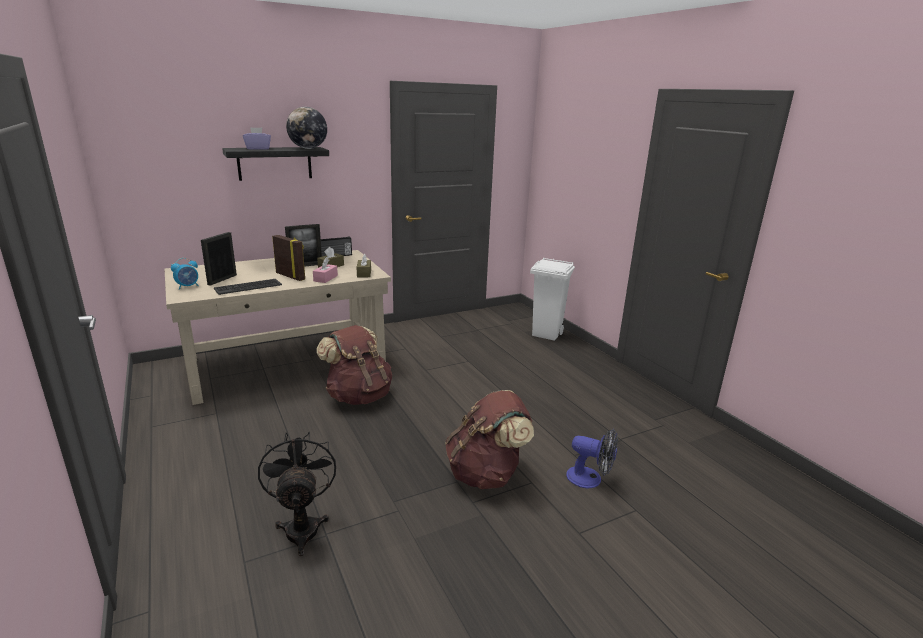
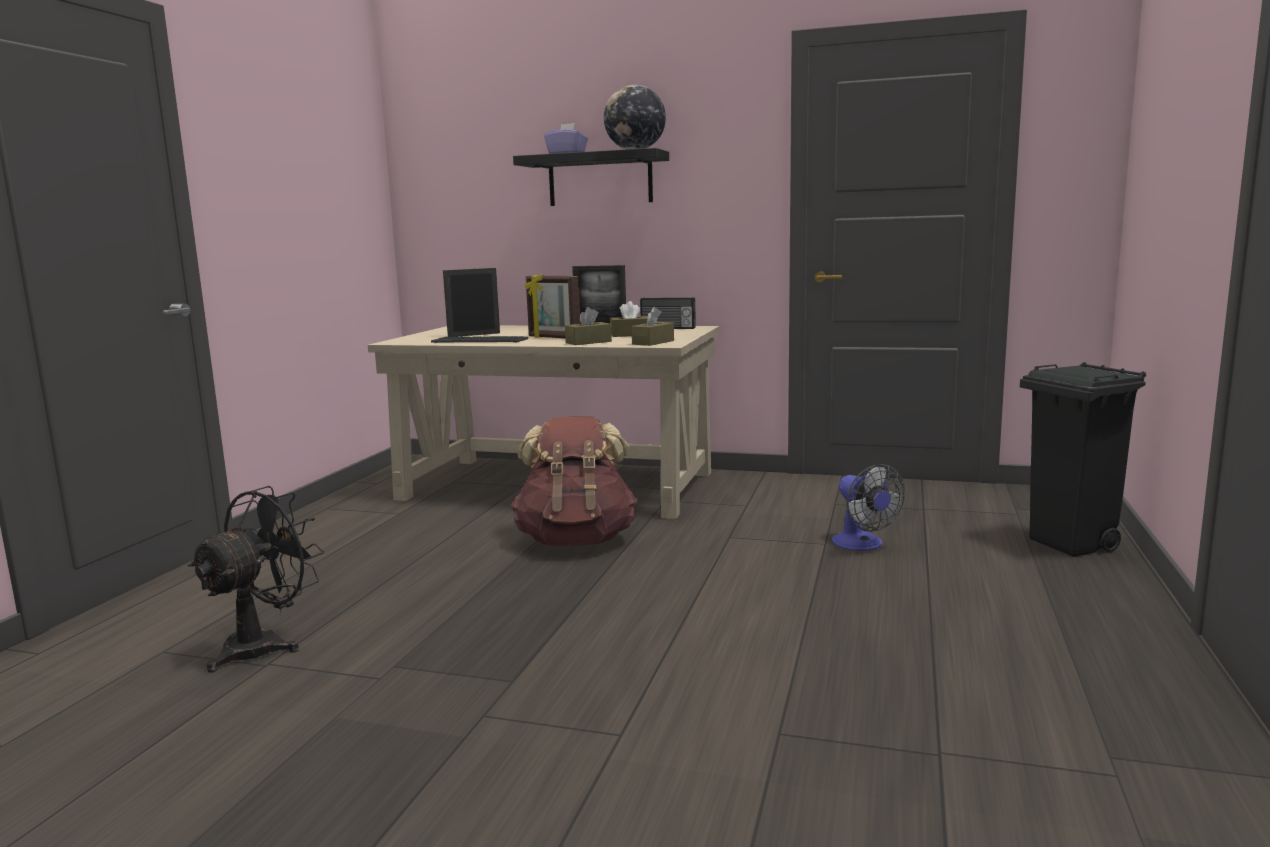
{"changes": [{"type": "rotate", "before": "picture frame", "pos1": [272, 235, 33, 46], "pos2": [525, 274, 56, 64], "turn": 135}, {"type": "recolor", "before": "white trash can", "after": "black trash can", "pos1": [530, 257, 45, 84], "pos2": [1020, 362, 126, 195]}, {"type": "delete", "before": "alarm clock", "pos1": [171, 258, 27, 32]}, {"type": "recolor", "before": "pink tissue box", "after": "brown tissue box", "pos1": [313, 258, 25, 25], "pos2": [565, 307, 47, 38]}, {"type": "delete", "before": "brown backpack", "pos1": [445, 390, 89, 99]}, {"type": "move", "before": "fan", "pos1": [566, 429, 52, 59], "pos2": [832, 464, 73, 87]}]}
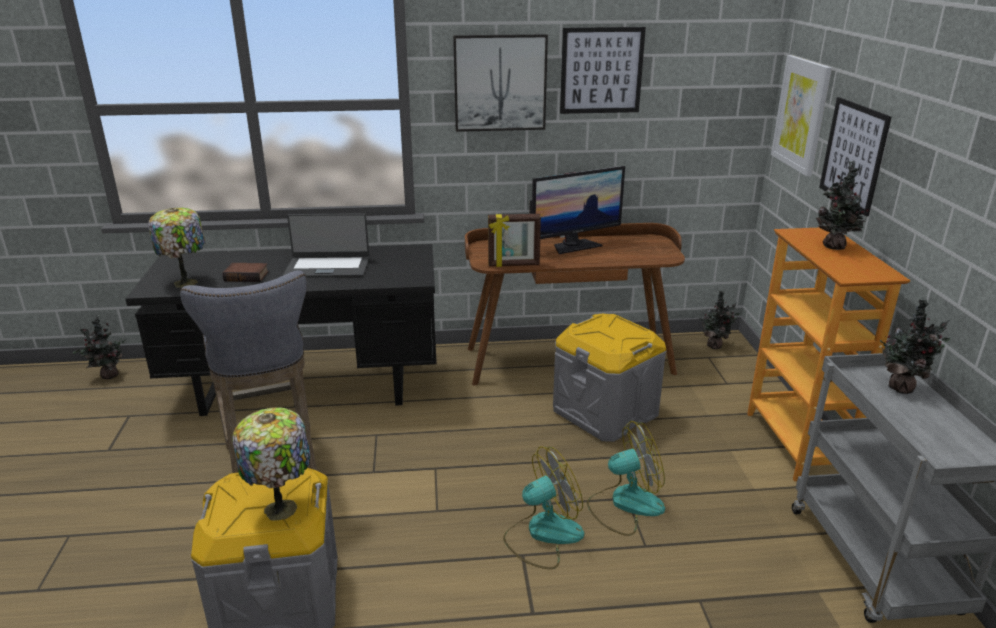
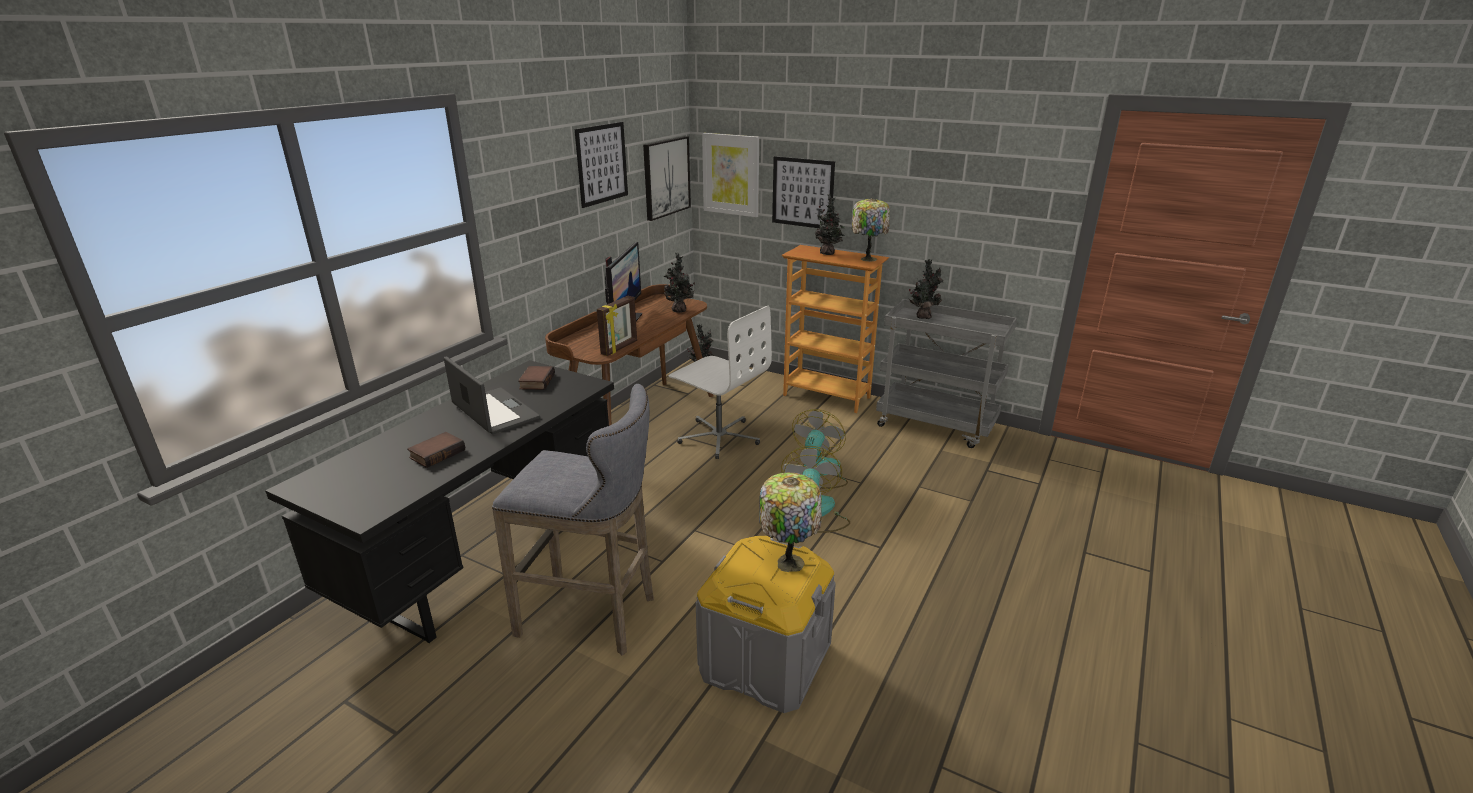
{"changes": [{"type": "move", "before": "picture", "pos1": [453, 34, 95, 98], "pos2": [643, 136, 48, 85]}, {"type": "move", "before": "table lamp", "pos1": [148, 208, 58, 80], "pos2": [851, 198, 39, 63]}, {"type": "rotate", "before": "laptop", "pos1": [283, 213, 86, 65], "pos2": [444, 356, 96, 78], "turn": -75}, {"type": "replace", "before": "grey storage box", "after": "white office chair", "pos1": [553, 314, 113, 128], "pos2": [669, 305, 103, 154]}, {"type": "move", "before": "potted plant", "pos1": [73, 315, 53, 64], "pos2": [664, 252, 31, 61]}, {"type": "insert", "after": "book", "pos2": [518, 366, 37, 24]}]}
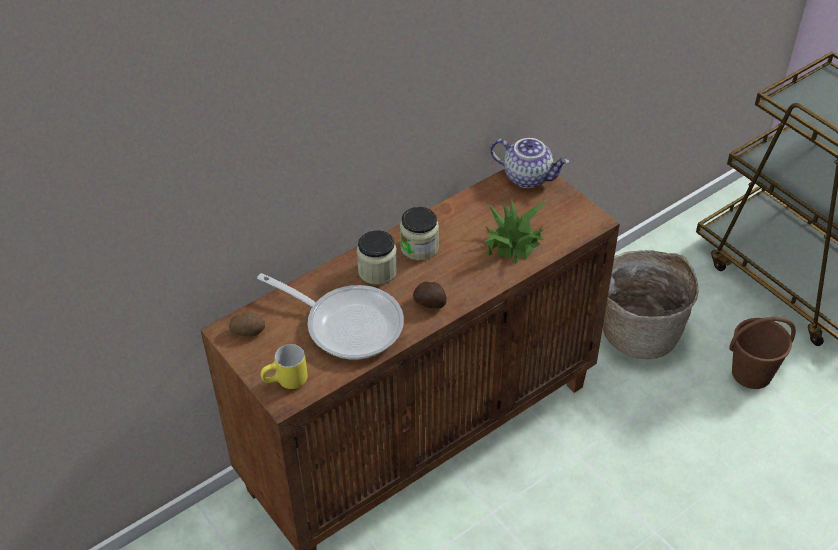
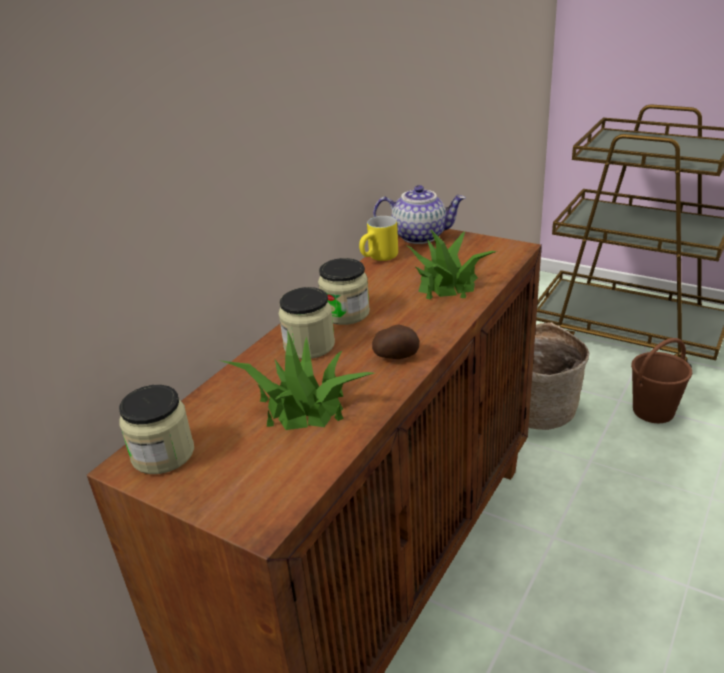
{"changes": [{"type": "replace", "before": "frying pan", "after": "potted plant", "pos1": [257, 273, 147, 87], "pos2": [219, 330, 155, 100]}, {"type": "replace", "before": "potato", "after": "jar", "pos1": [229, 312, 36, 24], "pos2": [119, 385, 75, 89]}, {"type": "move", "before": "yellow mug", "pos1": [261, 344, 46, 45], "pos2": [359, 216, 39, 45]}]}
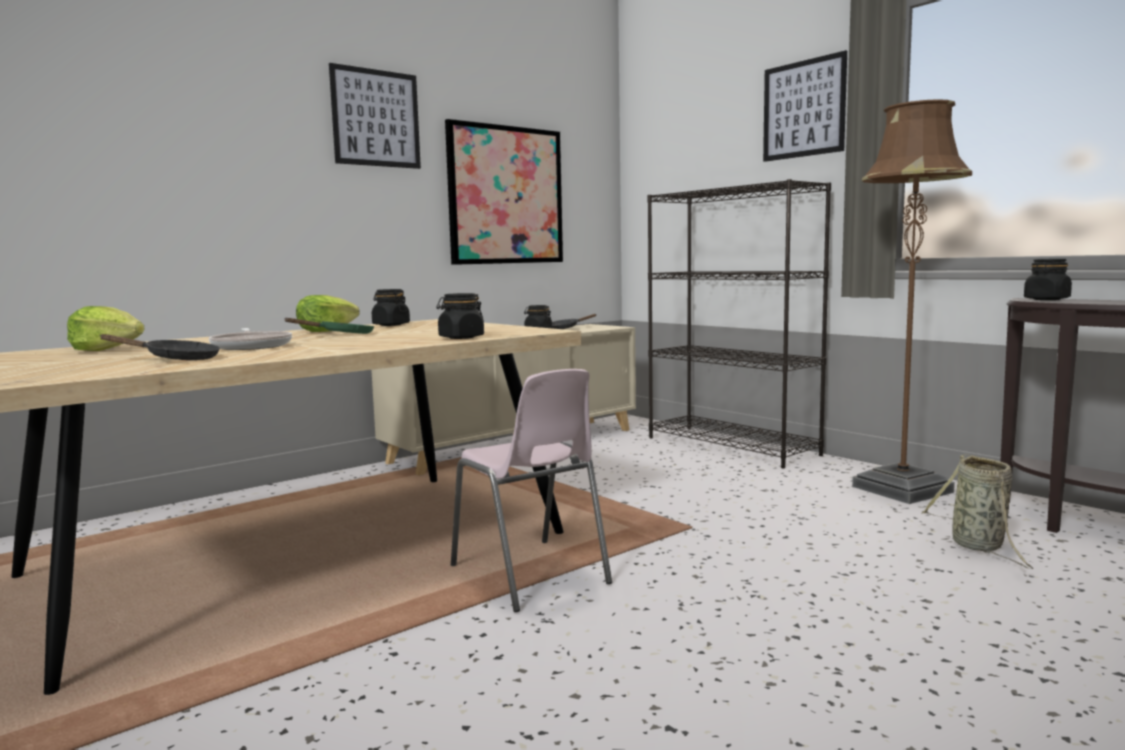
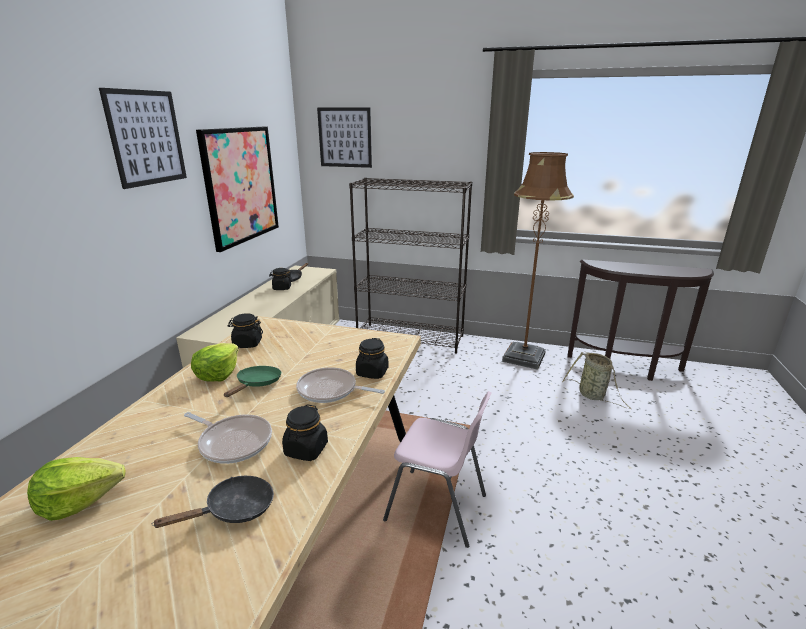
{"changes": [{"type": "move", "before": "picture", "pos1": [763, 50, 84, 112], "pos2": [317, 107, 55, 61]}, {"type": "move", "before": "black jar", "pos1": [1024, 259, 48, 41], "pos2": [282, 404, 46, 57]}, {"type": "insert", "after": "frying pan", "pos2": [296, 367, 89, 36]}]}
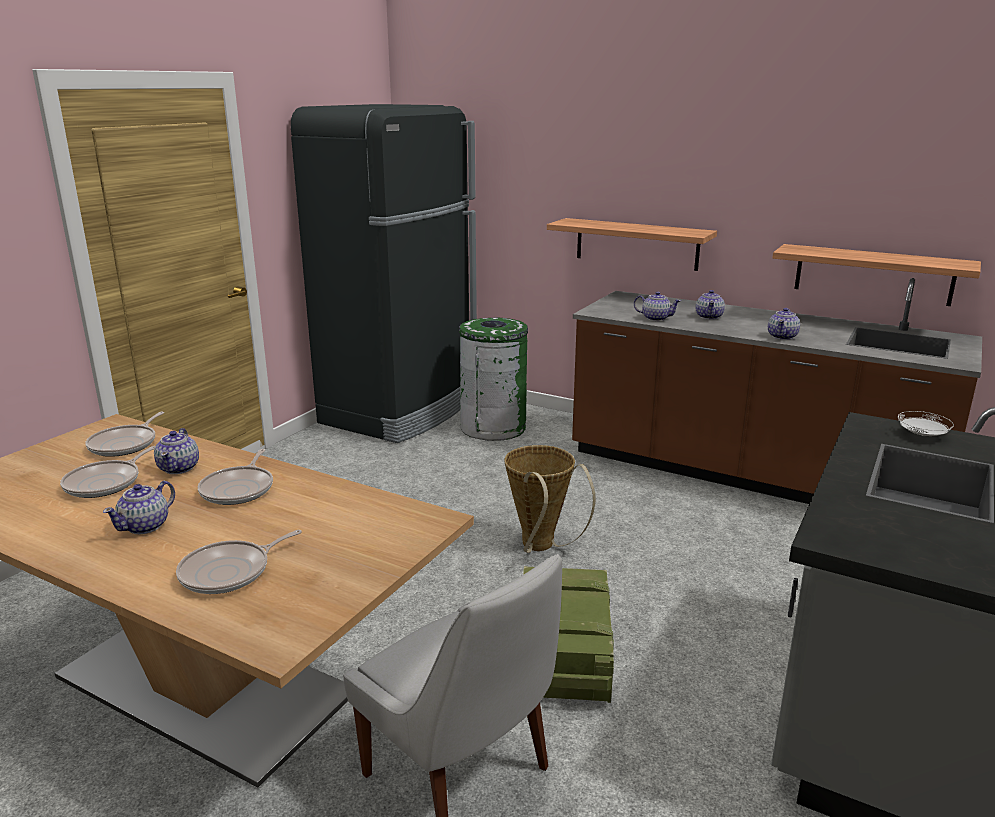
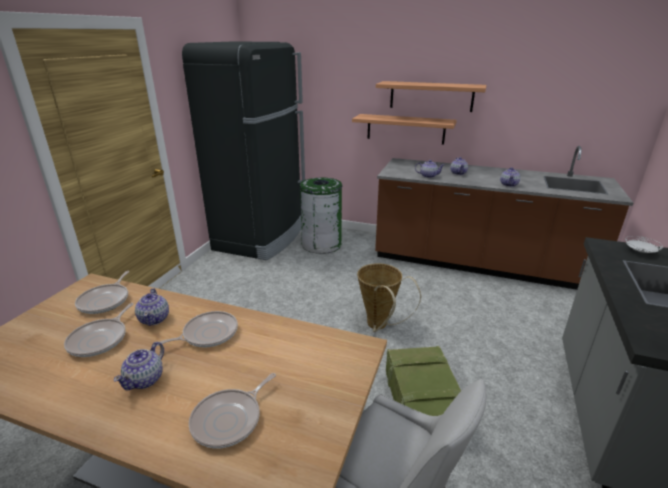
{"changes": [{"type": "move", "before": "shelf", "pos1": [772, 244, 209, 62], "pos2": [376, 81, 111, 31]}, {"type": "rotate", "before": "frying pan", "pos1": [198, 449, 75, 56], "pos2": [156, 311, 82, 37], "turn": -120}]}
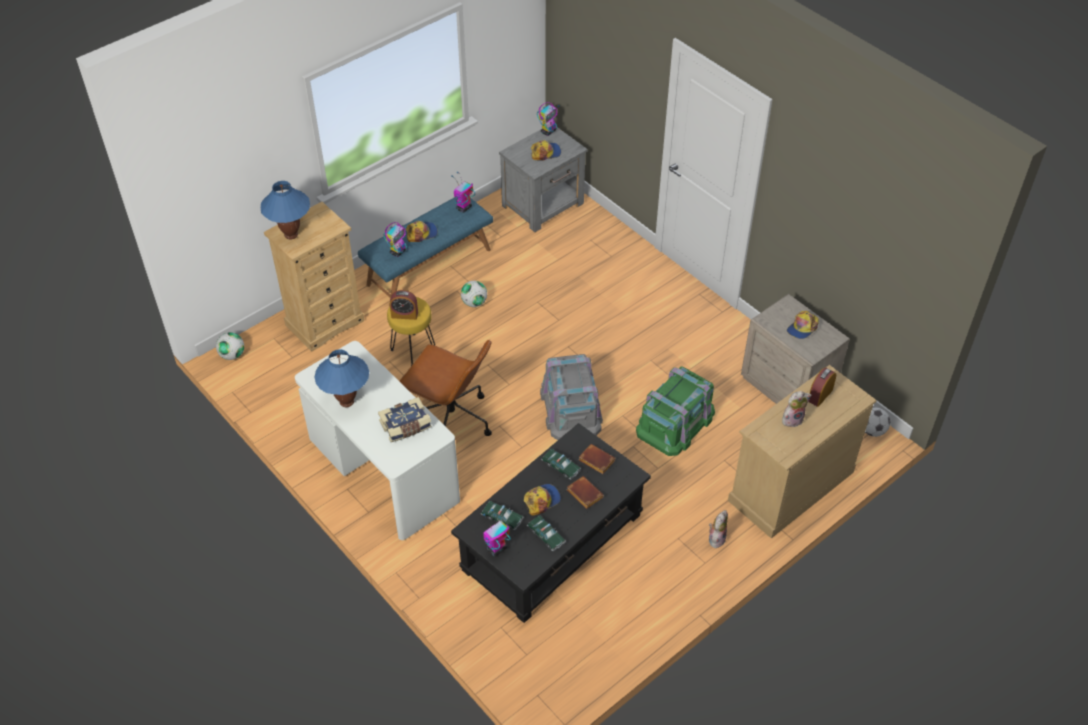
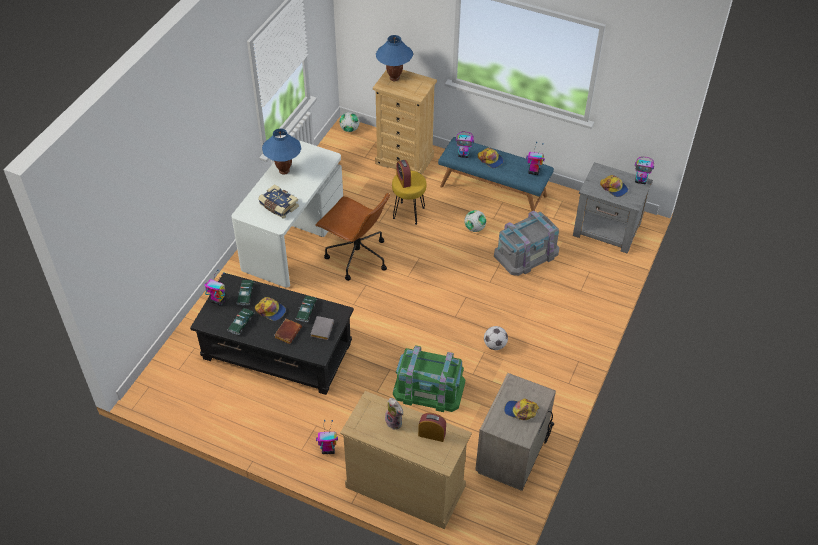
{"changes": [{"type": "rotate", "before": "brown office chair", "pos1": [399, 340, 93, 96], "pos2": [315, 193, 75, 88], "turn": -60}, {"type": "move", "before": "grey storage box", "pos1": [540, 354, 63, 86], "pos2": [494, 210, 65, 66]}, {"type": "move", "before": "football", "pos1": [865, 407, 25, 30], "pos2": [484, 326, 24, 24]}, {"type": "recolor", "before": "brown book", "after": "grey book", "pos1": [579, 444, 37, 30], "pos2": [310, 316, 24, 24]}, {"type": "replace", "before": "plush toy", "after": "toy robot", "pos1": [708, 510, 20, 38], "pos2": [316, 420, 22, 34]}]}
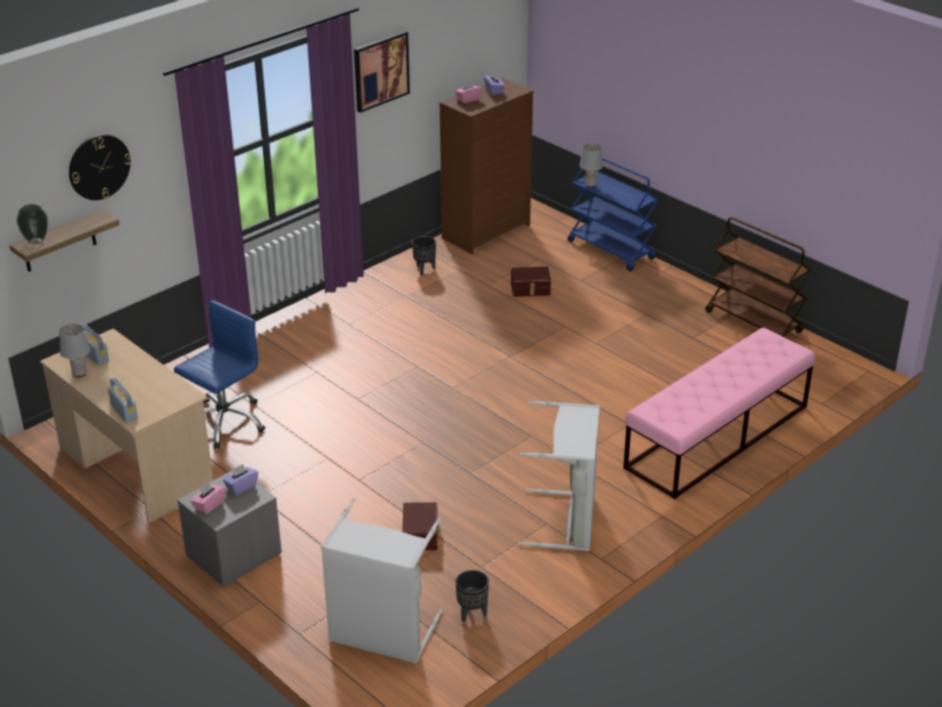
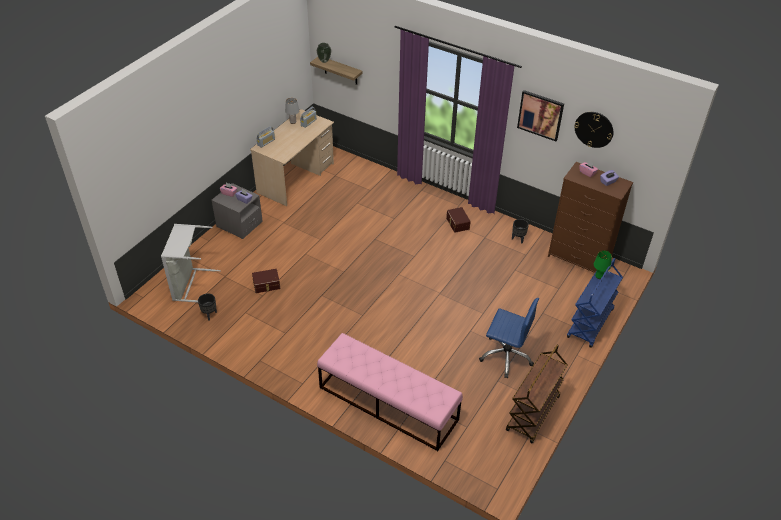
{"changes": [{"type": "move", "before": "wall clock", "pos1": [69, 134, 62, 66], "pos2": [574, 112, 40, 36]}, {"type": "recolor", "before": "grey table lamp", "after": "green table lamp", "pos1": [580, 144, 23, 43], "pos2": [594, 250, 18, 29]}, {"type": "move", "before": "brown storage box", "pos1": [511, 267, 40, 30], "pos2": [446, 207, 25, 26]}, {"type": "move", "before": "blue office chair", "pos1": [174, 300, 91, 149], "pos2": [479, 298, 60, 80]}, {"type": "delete", "before": "grey laundry basket", "pos1": [518, 401, 82, 150]}]}
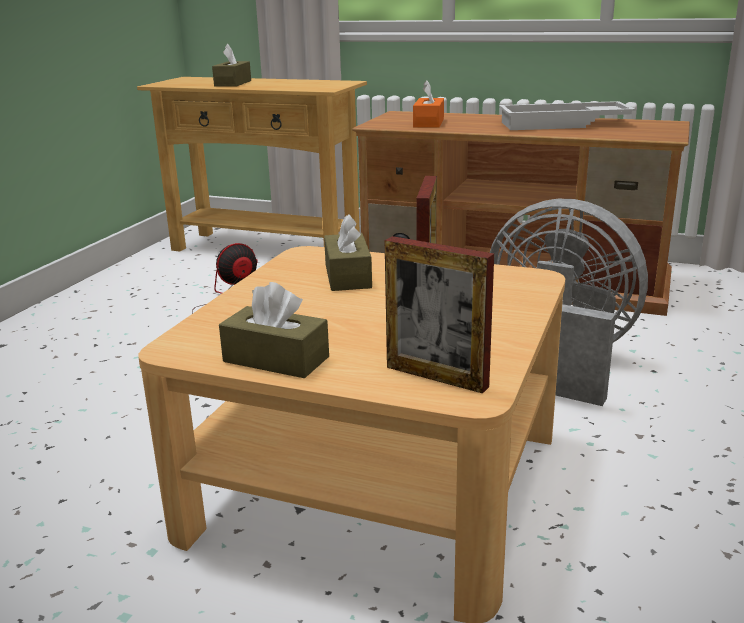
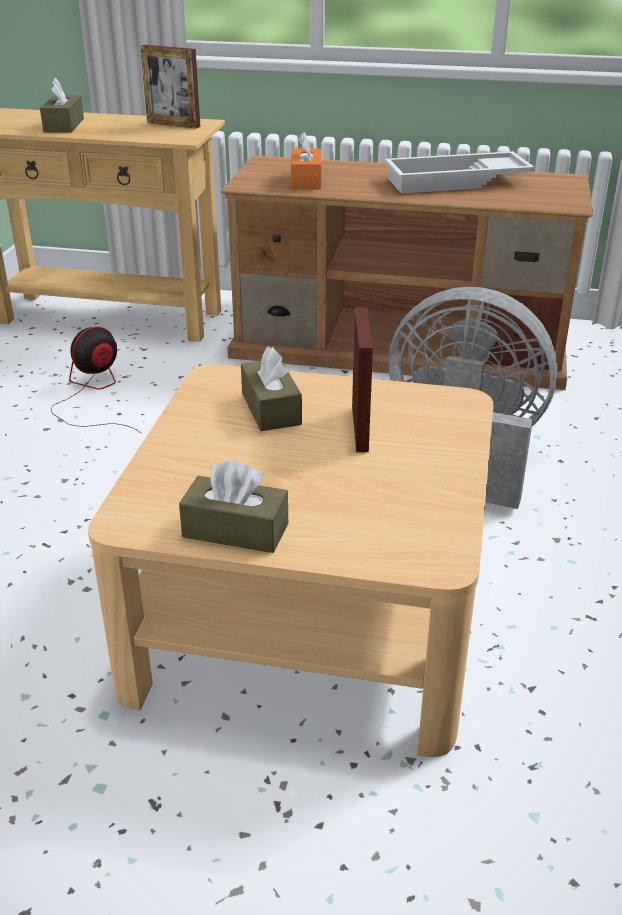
{"changes": [{"type": "move", "before": "picture frame", "pos1": [385, 236, 109, 158], "pos2": [140, 45, 61, 84]}]}
